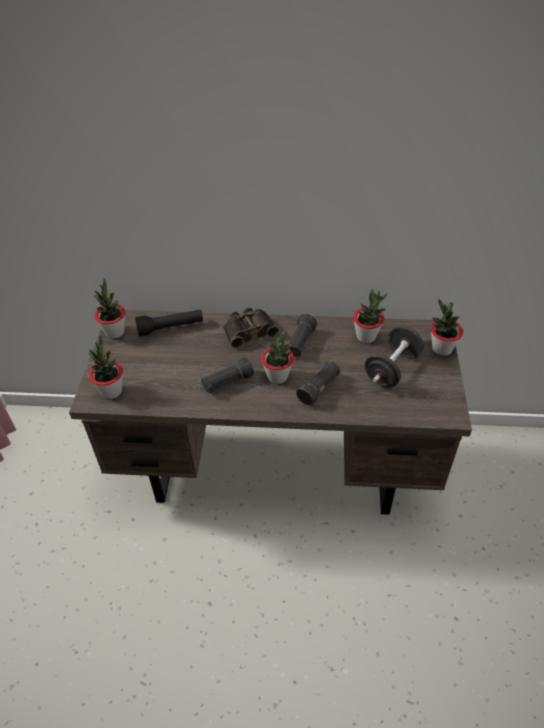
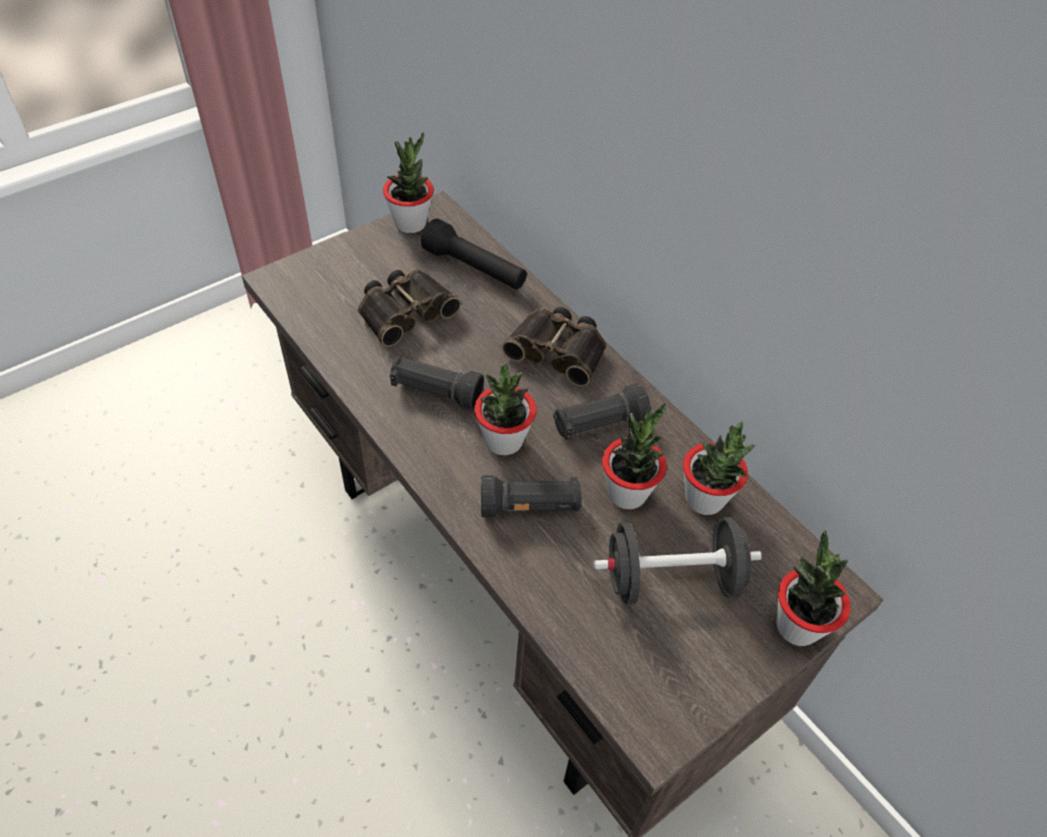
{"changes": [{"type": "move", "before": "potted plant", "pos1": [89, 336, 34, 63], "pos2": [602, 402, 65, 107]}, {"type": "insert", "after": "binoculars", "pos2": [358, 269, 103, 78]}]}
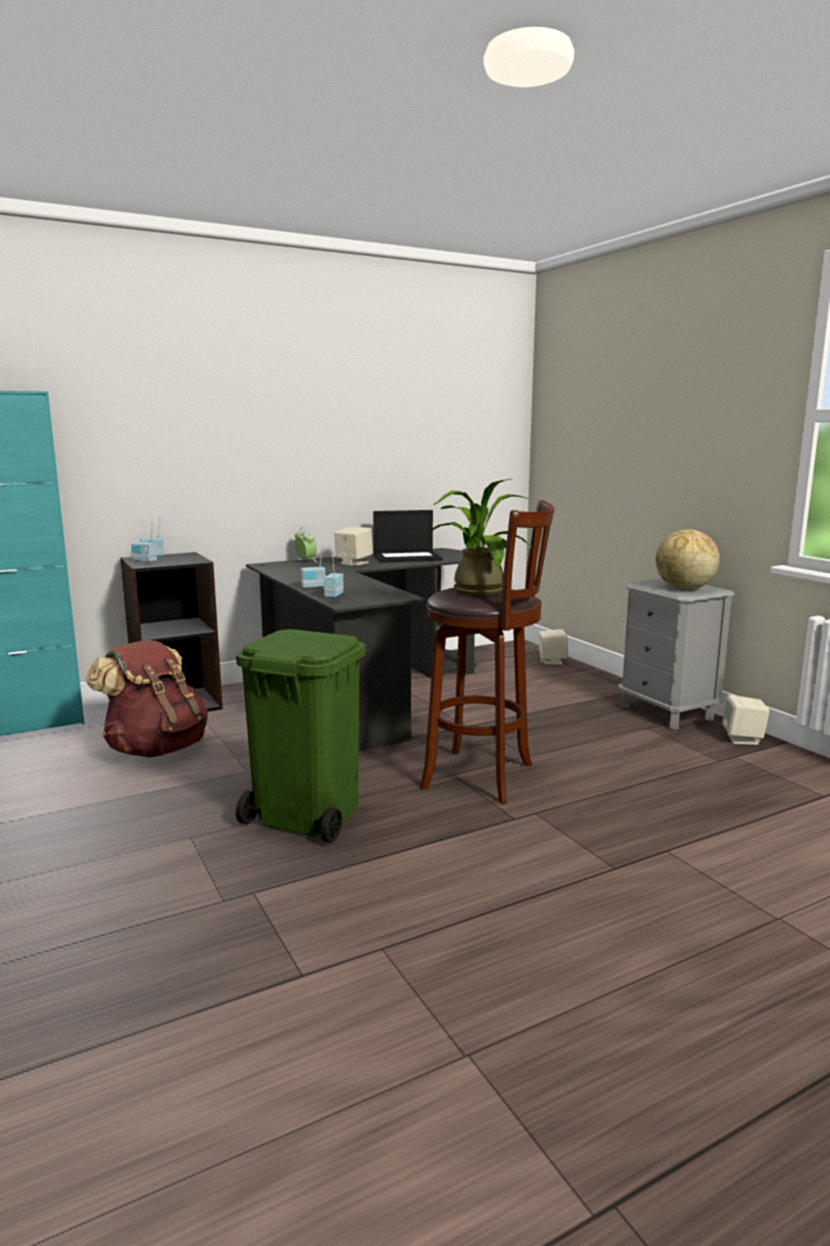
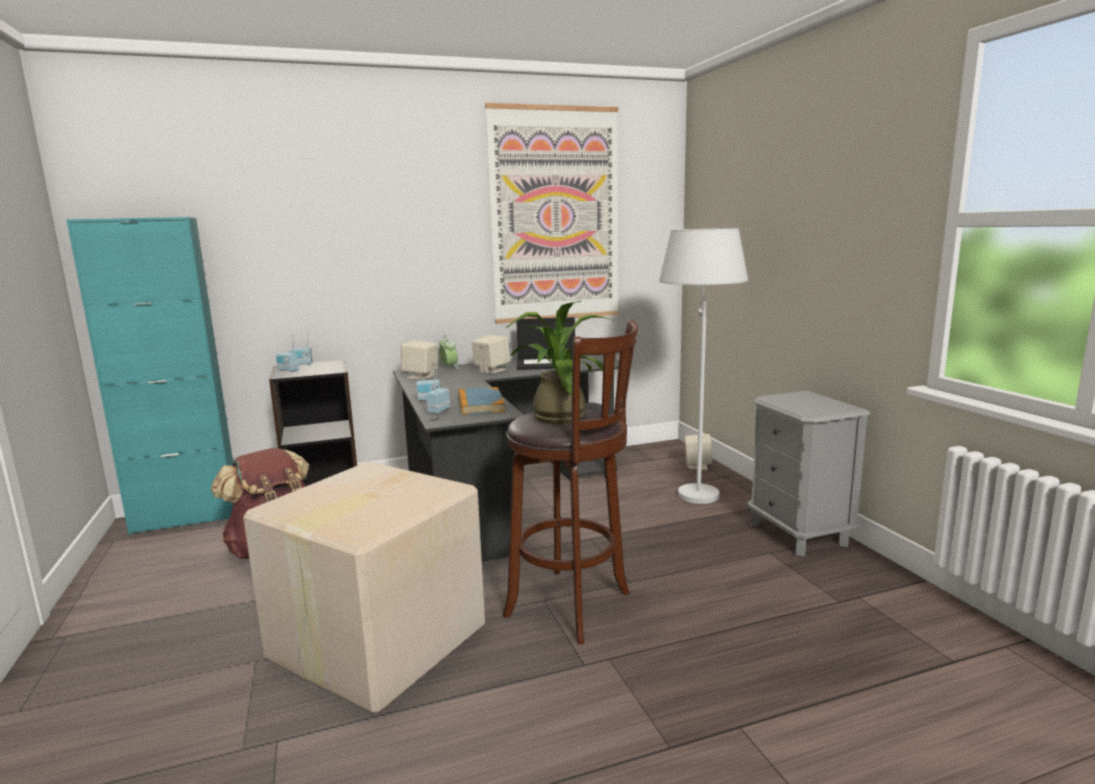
{"changes": [{"type": "delete", "before": "globe", "pos1": [656, 529, 64, 61]}, {"type": "replace", "before": "green trash can", "after": "cardboard box", "pos1": [236, 629, 129, 214], "pos2": [243, 461, 242, 253]}, {"type": "move", "before": "beige speaker", "pos1": [722, 695, 48, 50], "pos2": [401, 340, 37, 39]}, {"type": "insert", "after": "picture", "pos2": [485, 103, 133, 221]}, {"type": "insert", "after": "white floor lamp", "pos2": [659, 228, 89, 276]}, {"type": "insert", "after": "book", "pos2": [458, 387, 47, 28]}]}
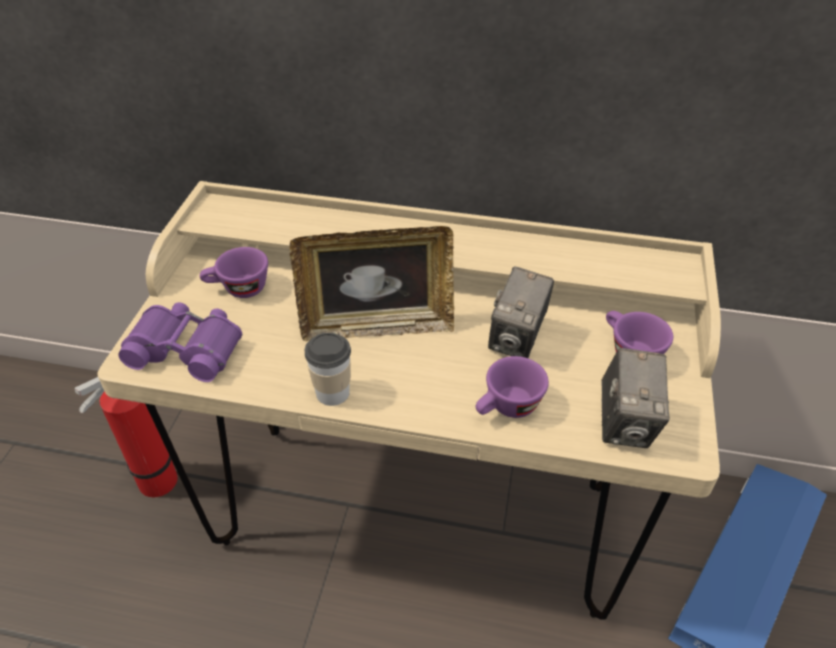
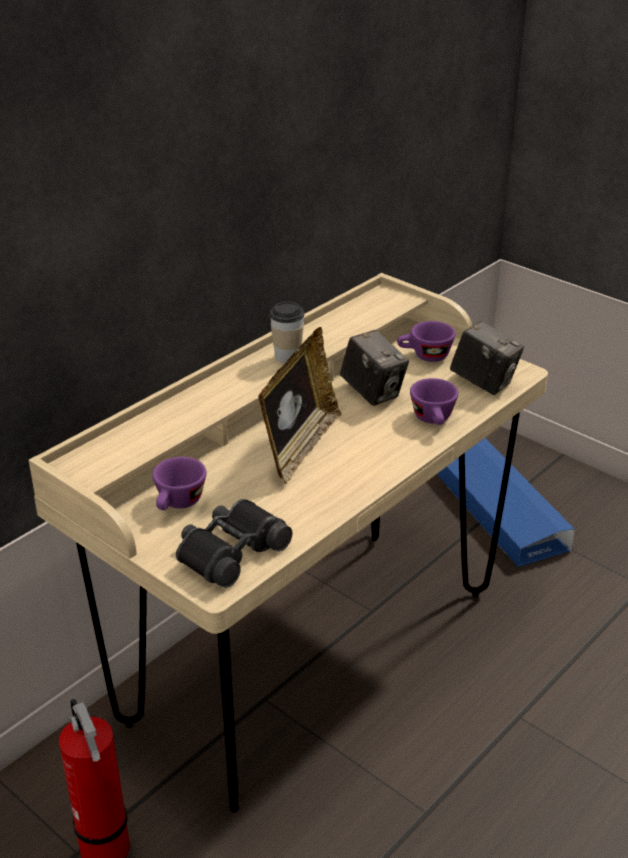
{"changes": [{"type": "recolor", "before": "purple binoculars", "after": "black binoculars", "pos1": [118, 302, 124, 80], "pos2": [176, 499, 116, 89]}, {"type": "move", "before": "cup", "pos1": [305, 332, 46, 74], "pos2": [270, 301, 35, 62]}]}
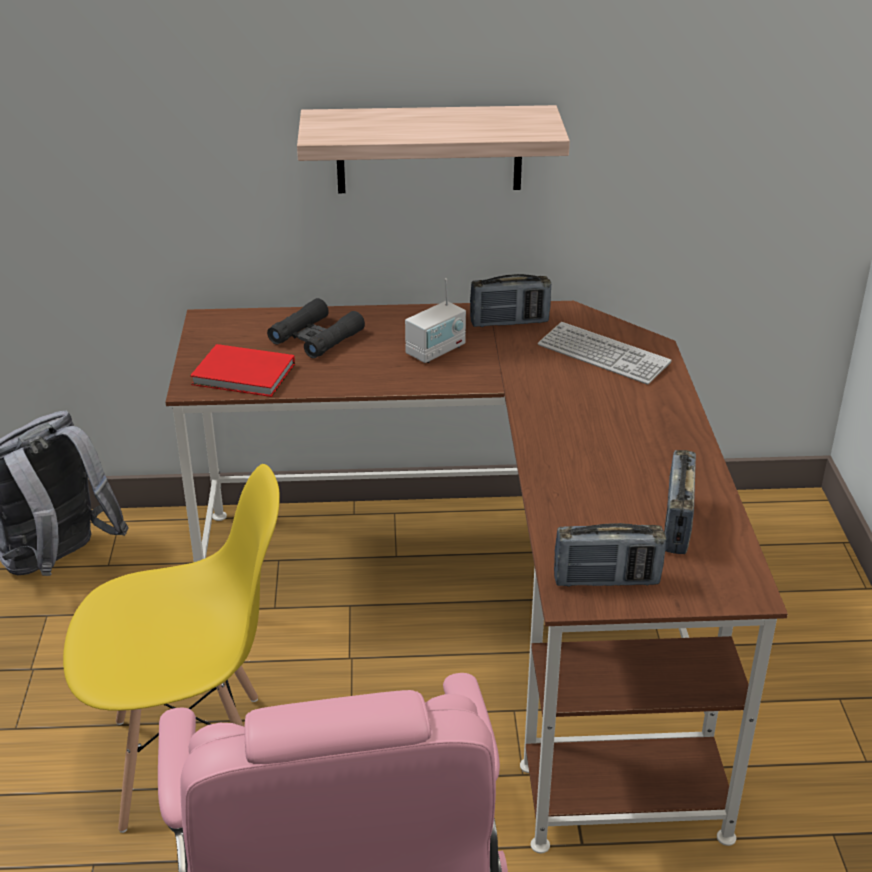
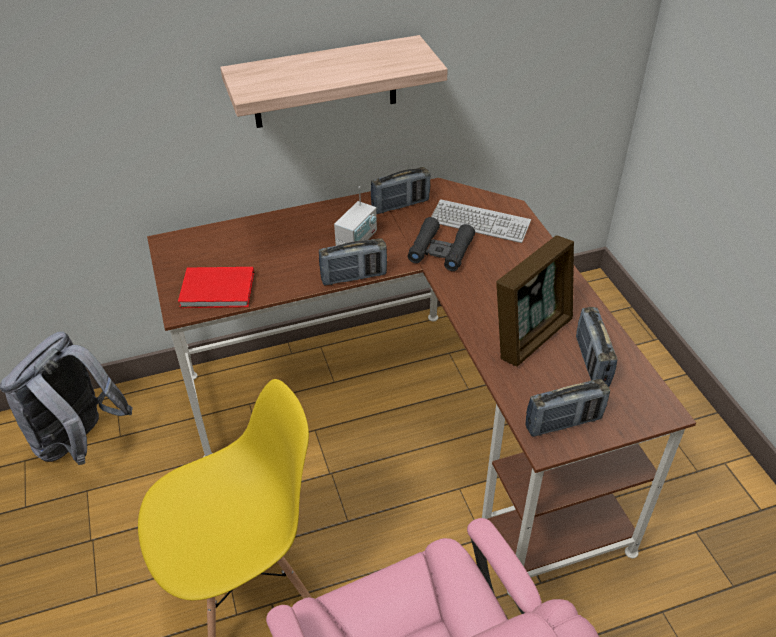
{"changes": [{"type": "move", "before": "black binoculars", "pos1": [267, 298, 98, 60], "pos2": [408, 217, 67, 54]}, {"type": "insert", "after": "picture frame", "pos2": [496, 235, 78, 132]}, {"type": "insert", "after": "radio", "pos2": [319, 238, 68, 48]}]}
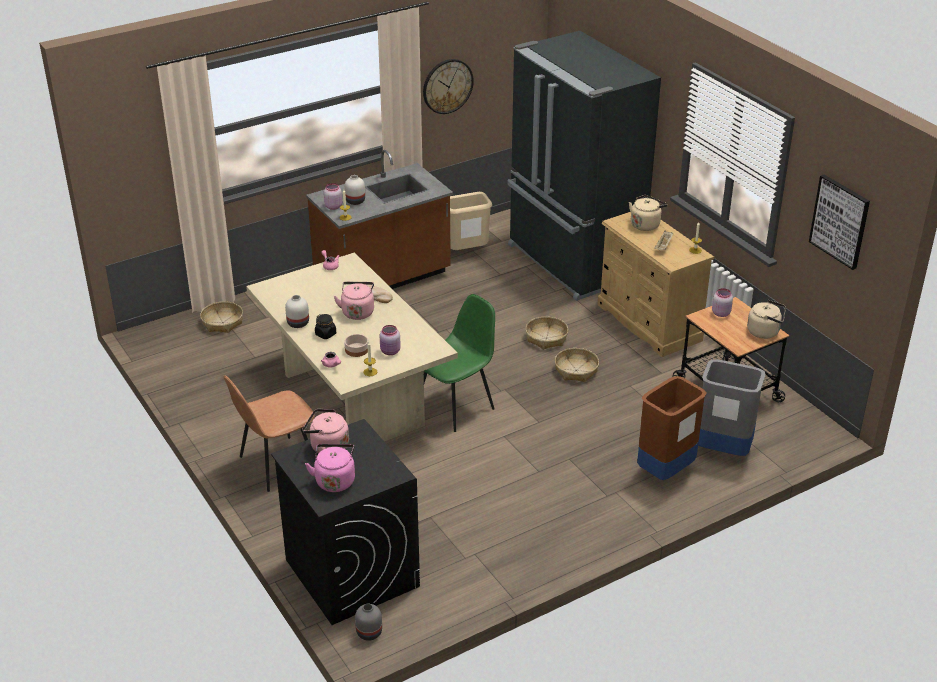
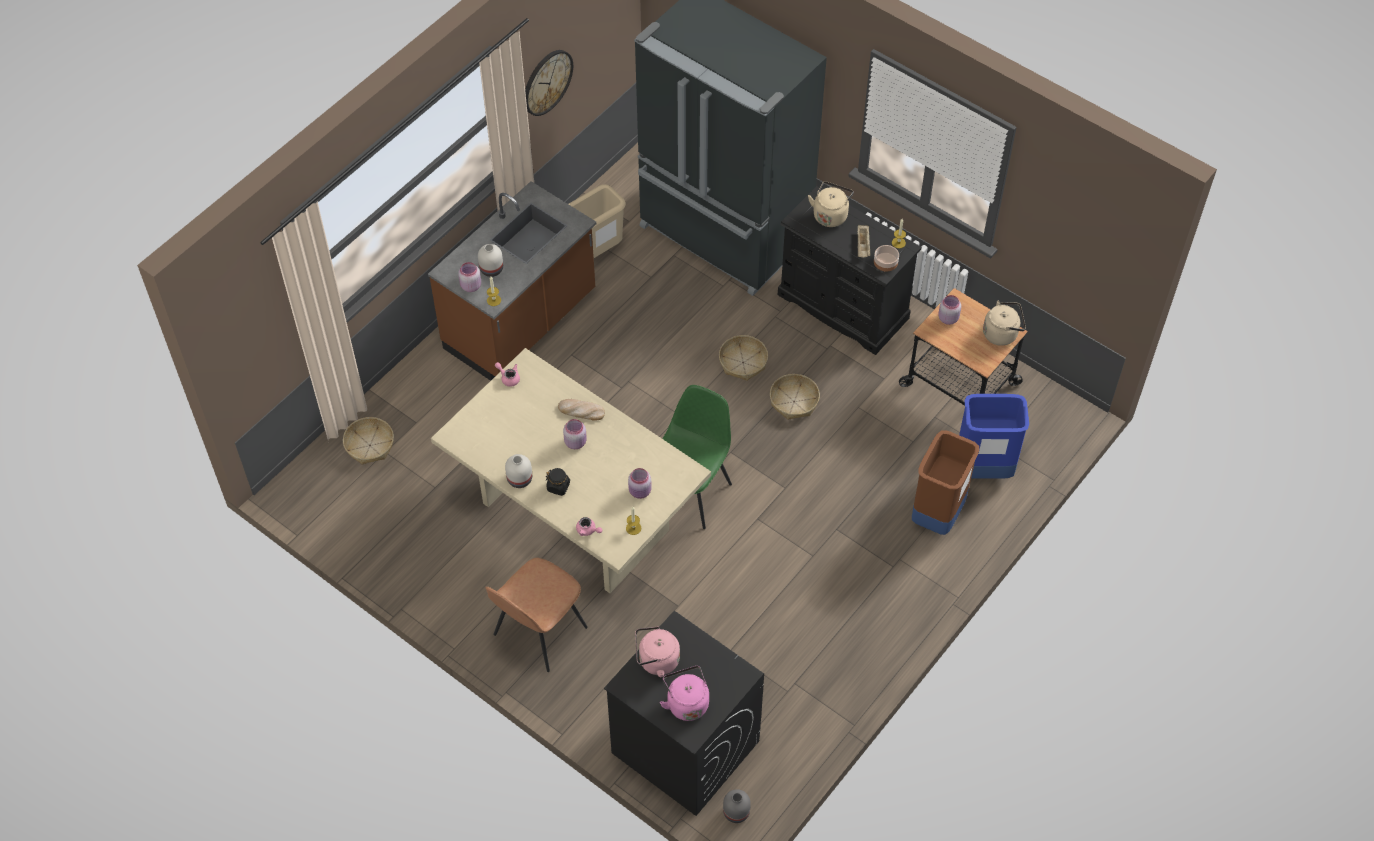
{"changes": [{"type": "delete", "before": "picture", "pos1": [809, 175, 61, 95]}, {"type": "recolor", "before": "beige dresser", "after": "black dresser", "pos1": [597, 212, 117, 145], "pos2": [778, 186, 144, 169]}, {"type": "replace", "before": "pink kettle", "after": "pink jar", "pos1": [333, 282, 41, 38], "pos2": [563, 419, 24, 30]}, {"type": "move", "before": "bowl", "pos1": [344, 334, 24, 23], "pos2": [874, 245, 25, 26]}, {"type": "recolor", "before": "grey trash can", "after": "blue trash can", "pos1": [698, 359, 67, 97], "pos2": [959, 394, 70, 85]}]}
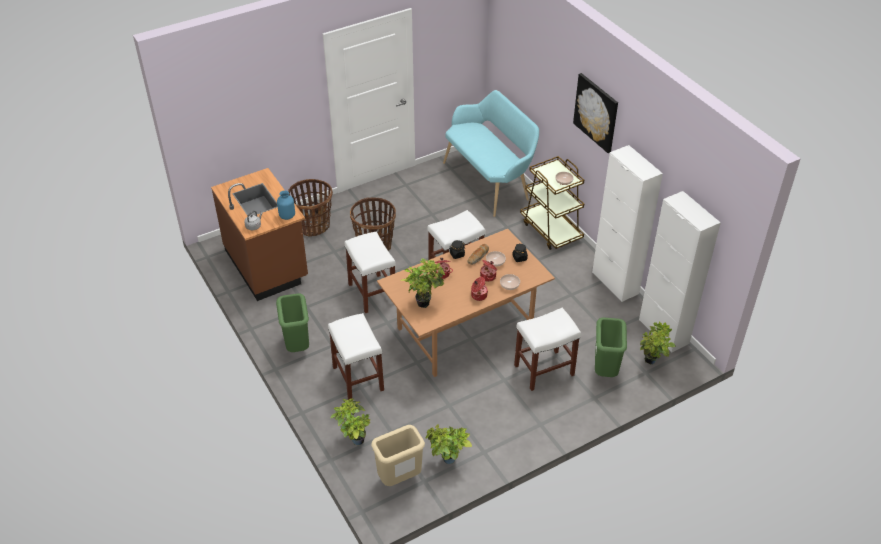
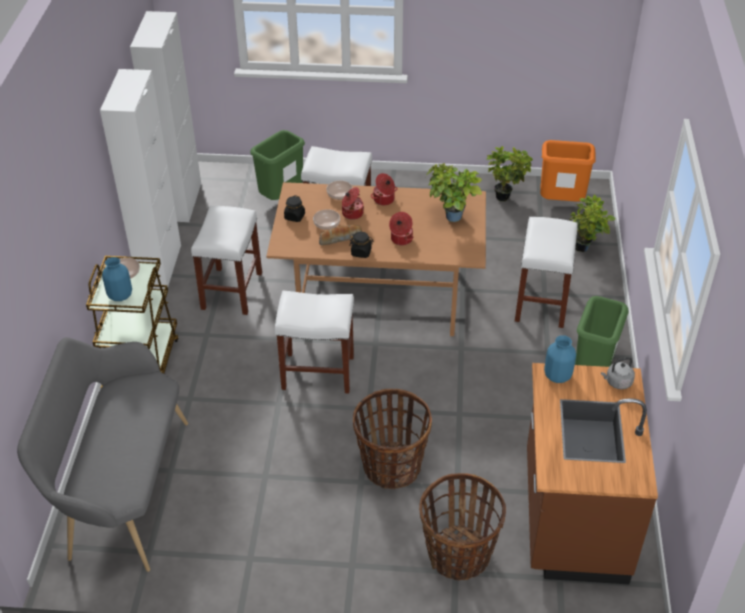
{"changes": [{"type": "delete", "before": "picture", "pos1": [573, 73, 45, 80]}, {"type": "recolor", "before": "turquoise bench", "after": "grey bench", "pos1": [443, 90, 96, 127], "pos2": [17, 337, 171, 235]}, {"type": "move", "before": "white stool", "pos1": [345, 232, 51, 81], "pos2": [191, 206, 71, 109]}, {"type": "delete", "before": "potted plant", "pos1": [640, 322, 36, 42]}, {"type": "recolor", "before": "beige trash can", "after": "orange trash can", "pos1": [371, 425, 54, 61], "pos2": [540, 140, 56, 62]}, {"type": "insert", "after": "blue vase", "pos2": [102, 257, 30, 44]}]}
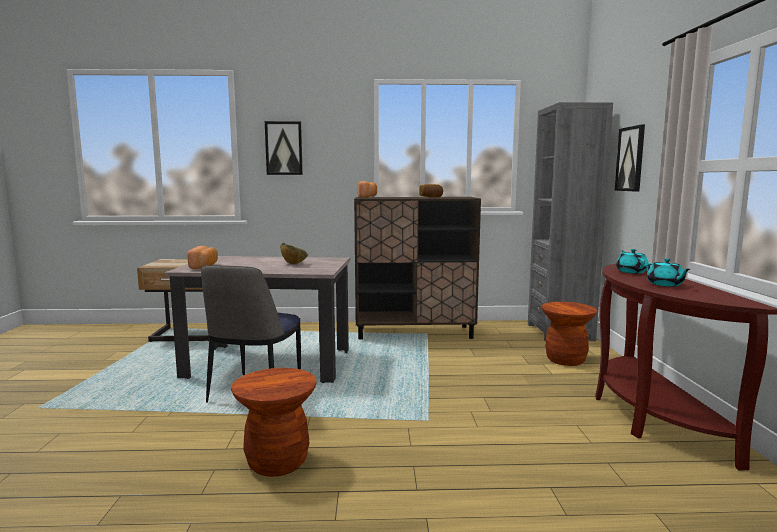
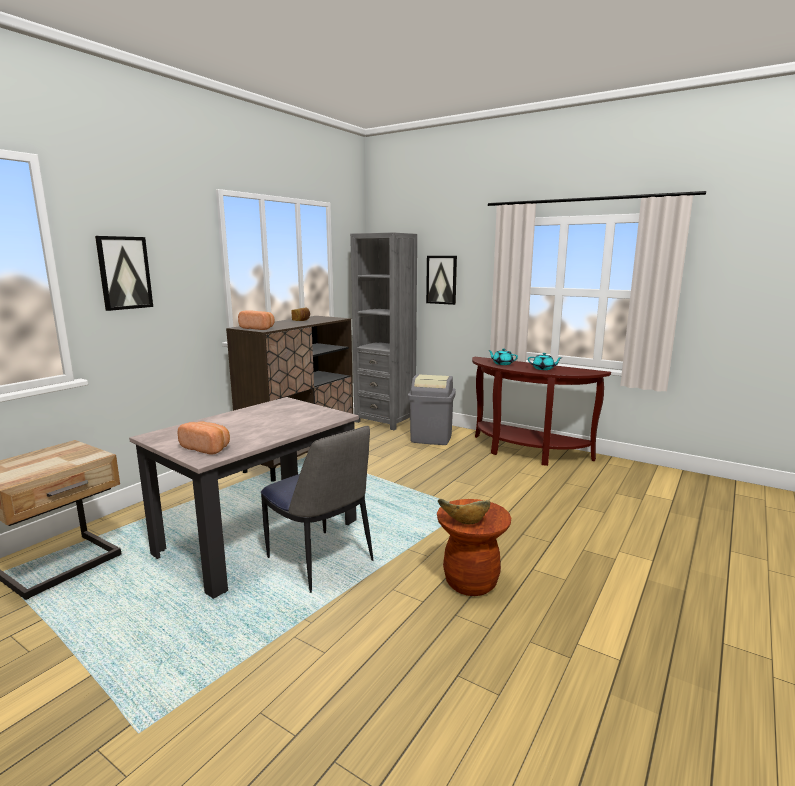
{"changes": [{"type": "move", "before": "bowl", "pos1": [280, 243, 28, 21], "pos2": [438, 499, 52, 25]}, {"type": "replace", "before": "brown stool", "after": "grey trash can", "pos1": [542, 302, 55, 64], "pos2": [408, 374, 48, 71]}]}
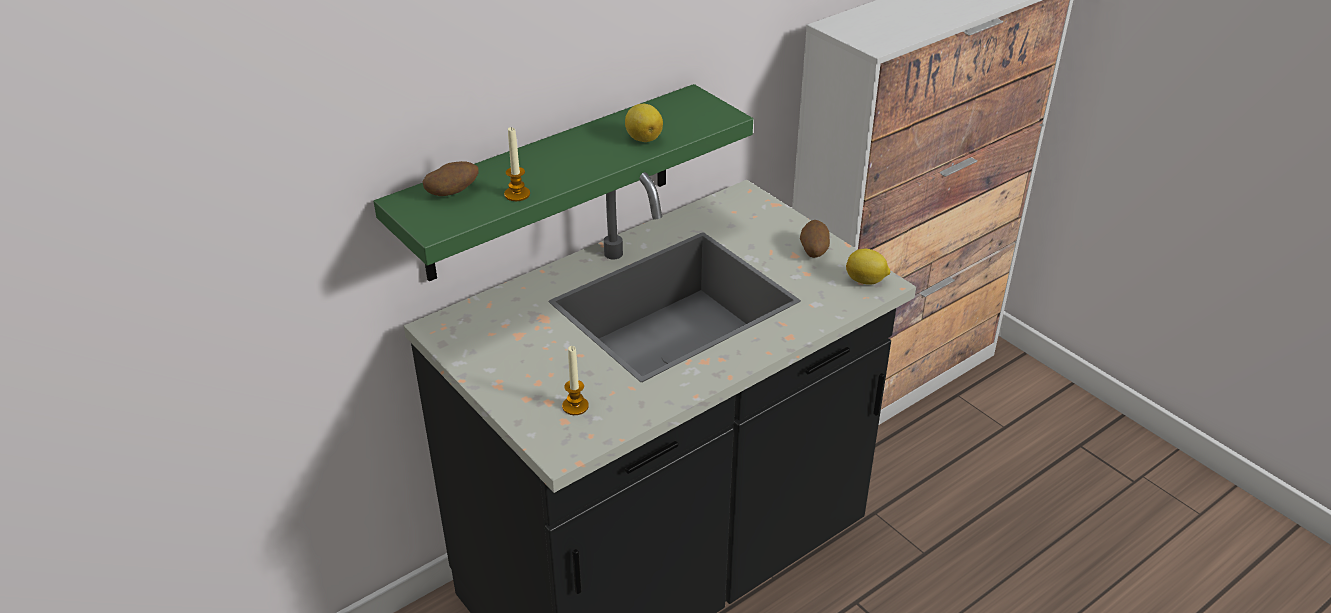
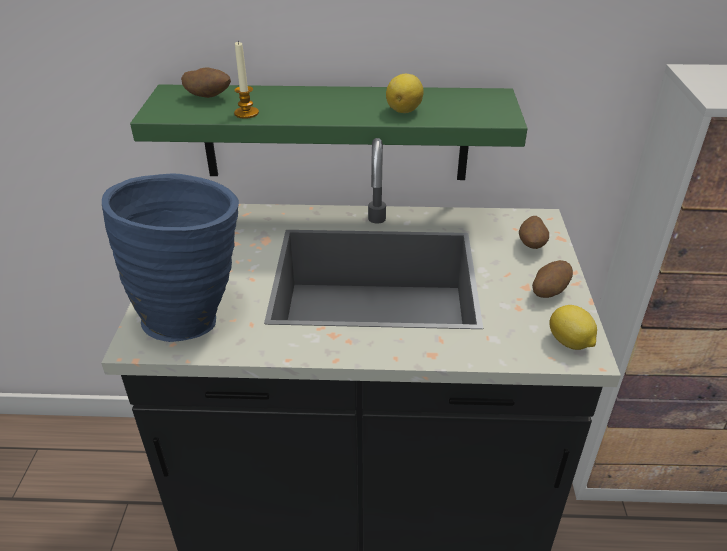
{"changes": [{"type": "replace", "before": "candle", "after": "blue vase", "pos1": [562, 346, 27, 69], "pos2": [102, 174, 137, 168]}, {"type": "insert", "after": "potato", "pos2": [519, 216, 30, 33]}]}
